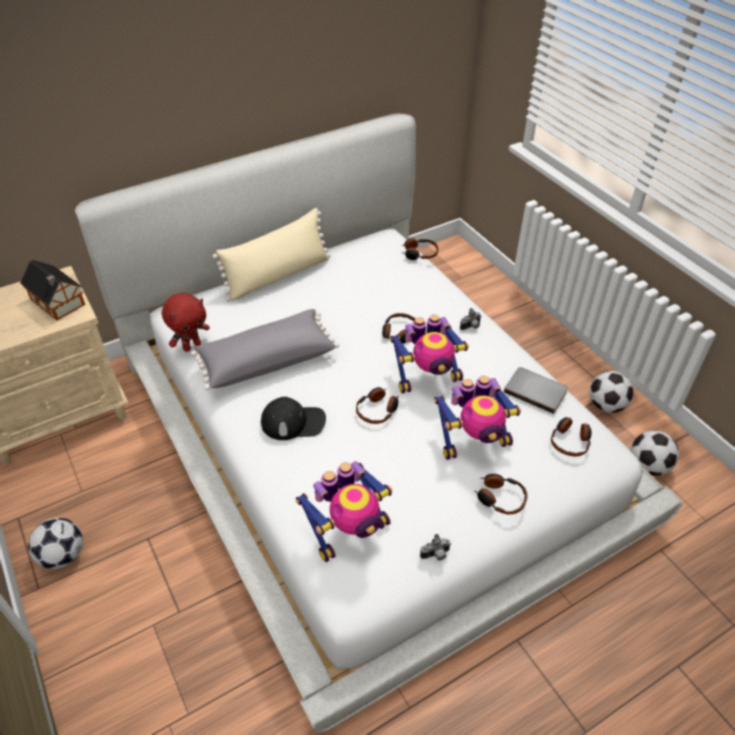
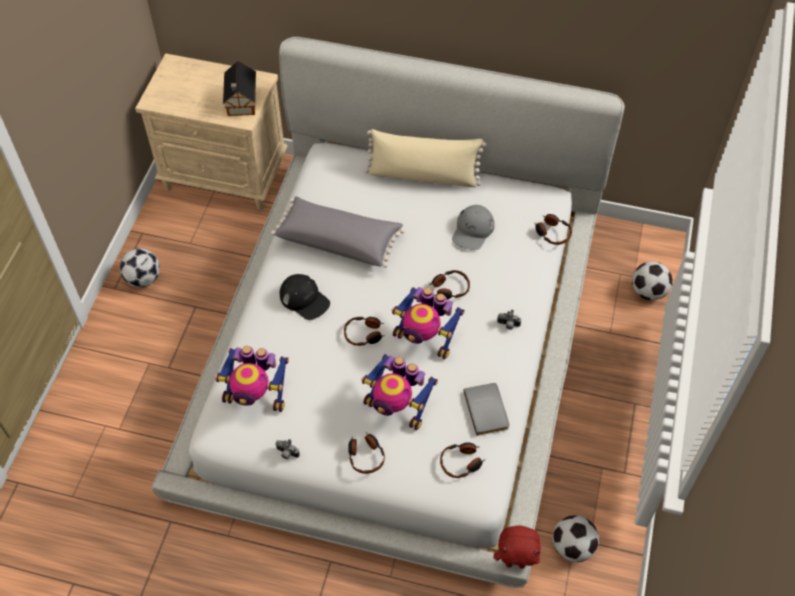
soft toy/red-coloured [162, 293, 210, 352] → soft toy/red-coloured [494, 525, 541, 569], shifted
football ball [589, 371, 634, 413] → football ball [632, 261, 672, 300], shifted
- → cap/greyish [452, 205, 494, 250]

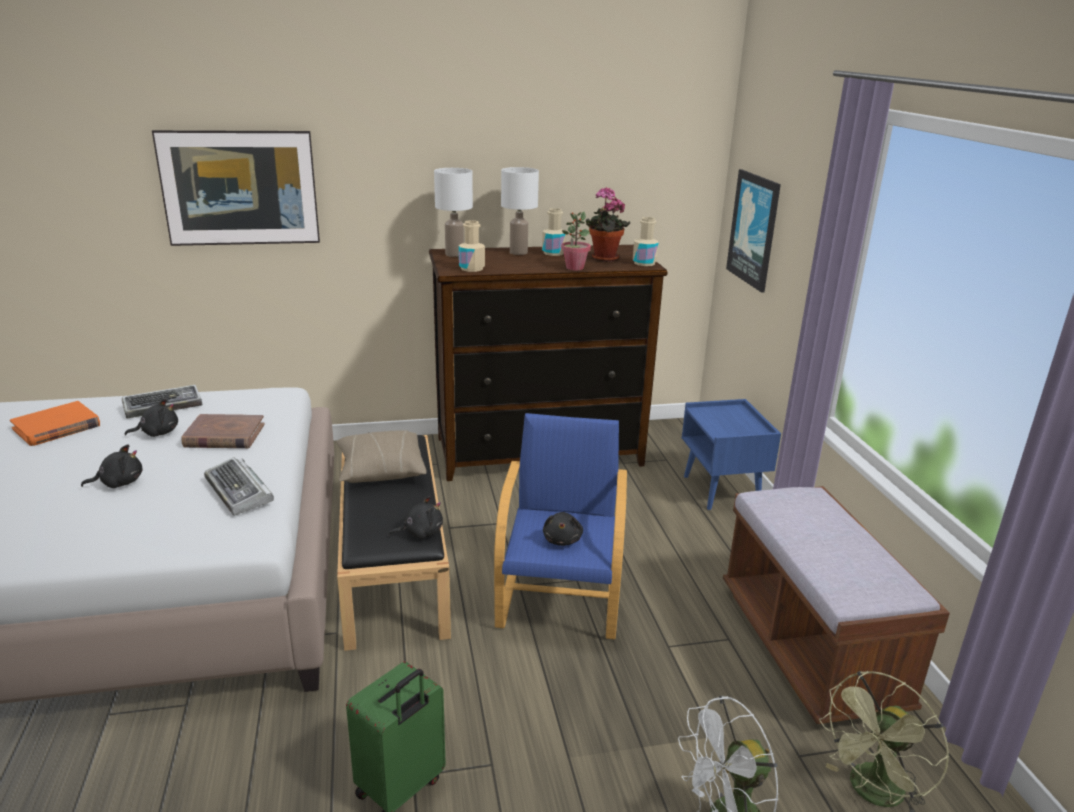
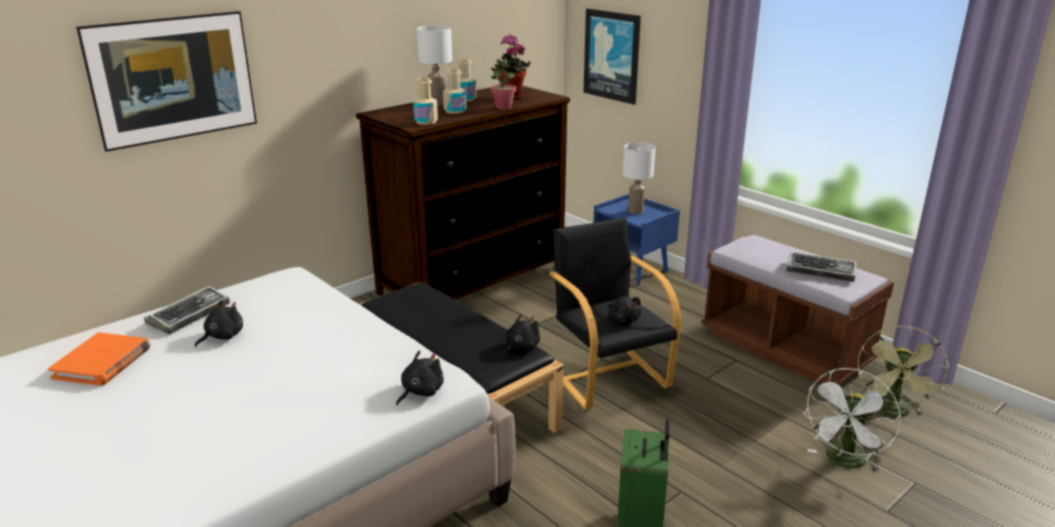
lamp for a table/white [434, 168, 473, 257] → lamp for a table/white [623, 142, 655, 214], shifted
beverage bottle/beige-coloured [633, 217, 659, 266] → beverage bottle/beige-coloured [443, 68, 467, 114], shifted
lounge chair/blue [494, 413, 627, 639] → lounge chair/blackish [549, 217, 681, 410]
bound book/brown-coloured [181, 414, 265, 448] → -
throw pillow/beige-coloured [336, 430, 427, 483] → -
soft toy/blackish [81, 444, 143, 488] → soft toy/blackish [396, 350, 444, 406], shifted
computer keyboard [204, 457, 274, 516] → computer keyboard [787, 252, 857, 282], shifted

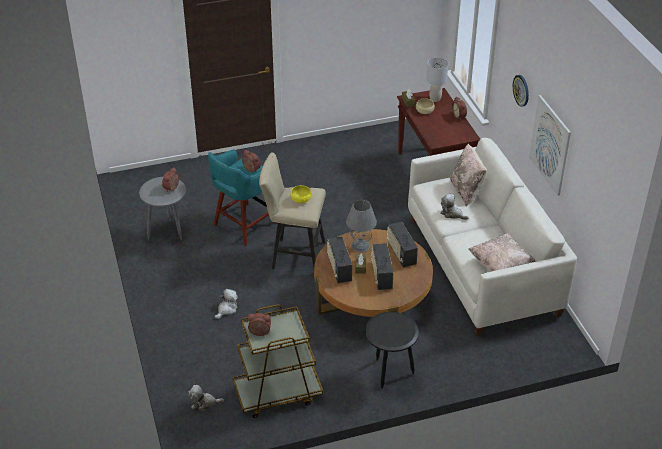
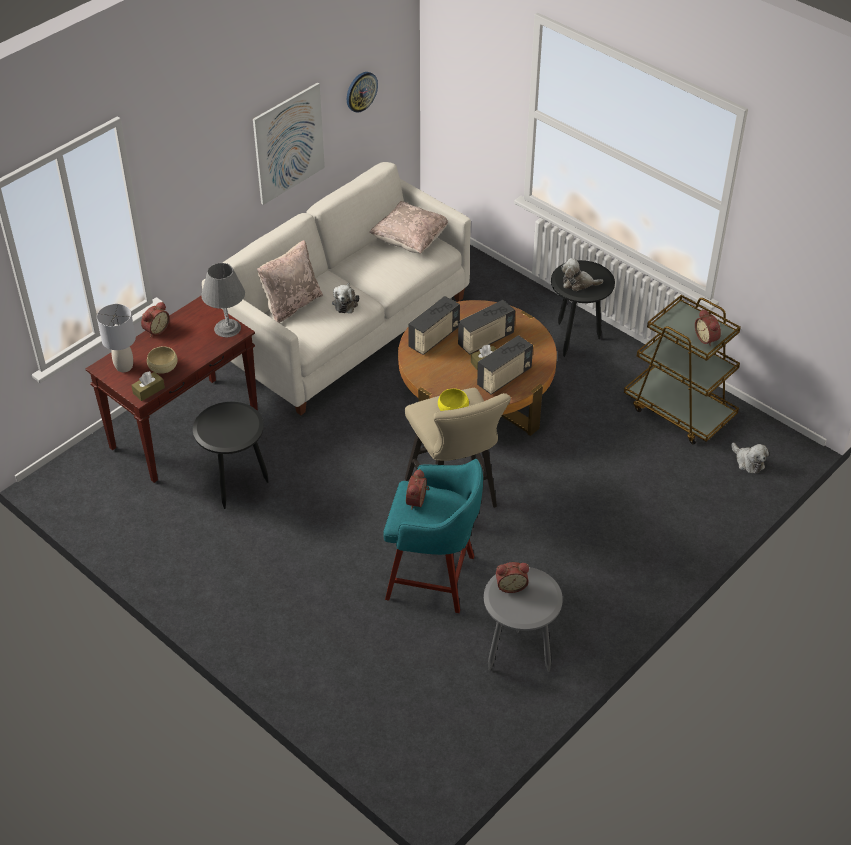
wall clock [513, 75, 529, 107] → wall clock [347, 72, 378, 113], shifted
lamp for a table/greyish [346, 200, 377, 252] → lamp for a table/greyish [201, 263, 245, 337], shifted
soft toy [215, 289, 238, 319] → soft toy [561, 258, 603, 291], shifted
- → end table/blackish [193, 402, 269, 509]

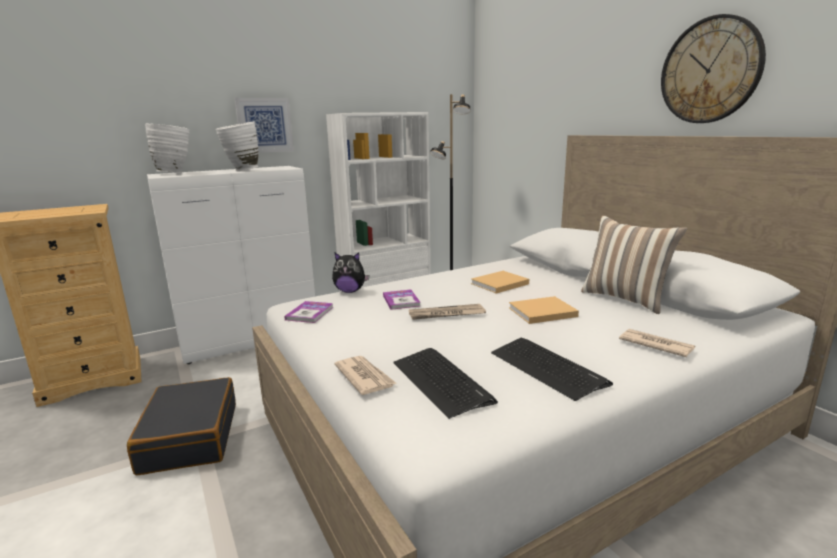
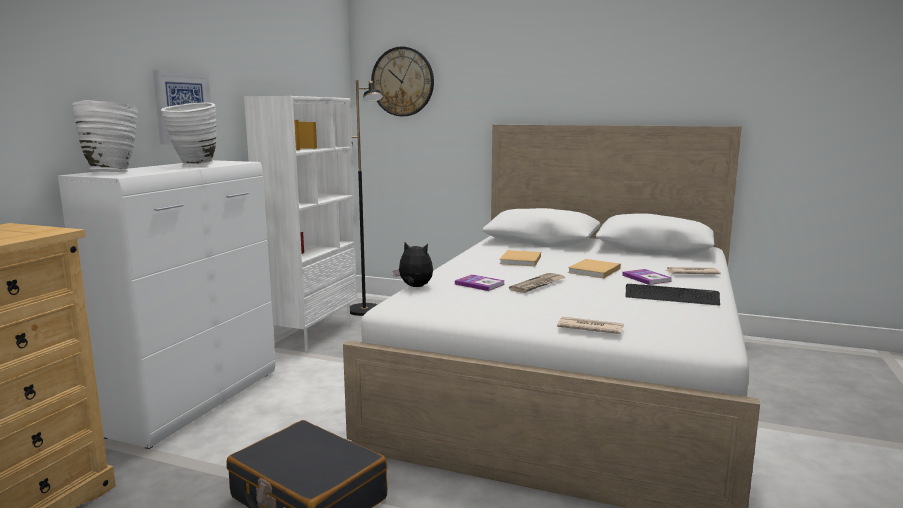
wall clock [661, 14, 766, 123] → wall clock [371, 47, 434, 116], shifted
throw pillow [581, 216, 687, 314] → -
soft toy [332, 252, 369, 293] → soft toy [393, 242, 433, 287], 120 degrees counterclockwise
bound book [284, 301, 333, 323] → bound book [622, 269, 672, 285], shifted
computer keyboard [394, 348, 498, 419] → -

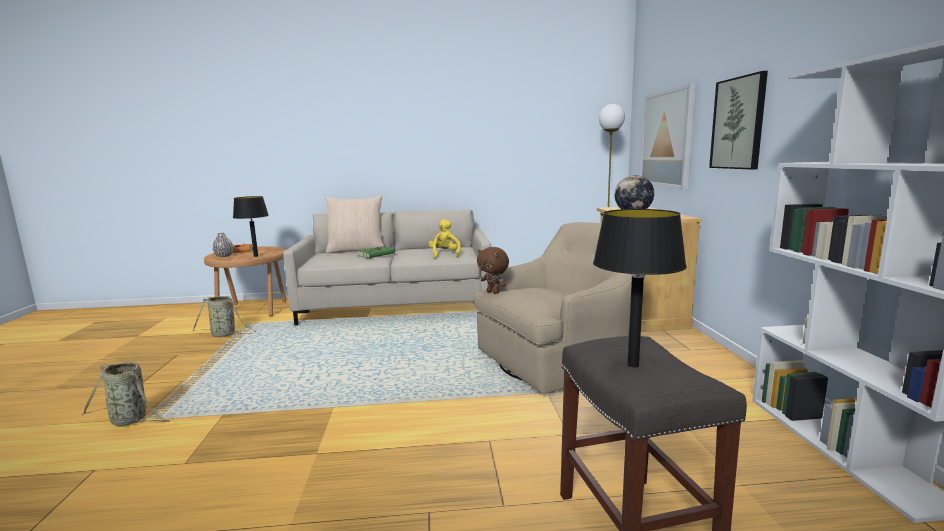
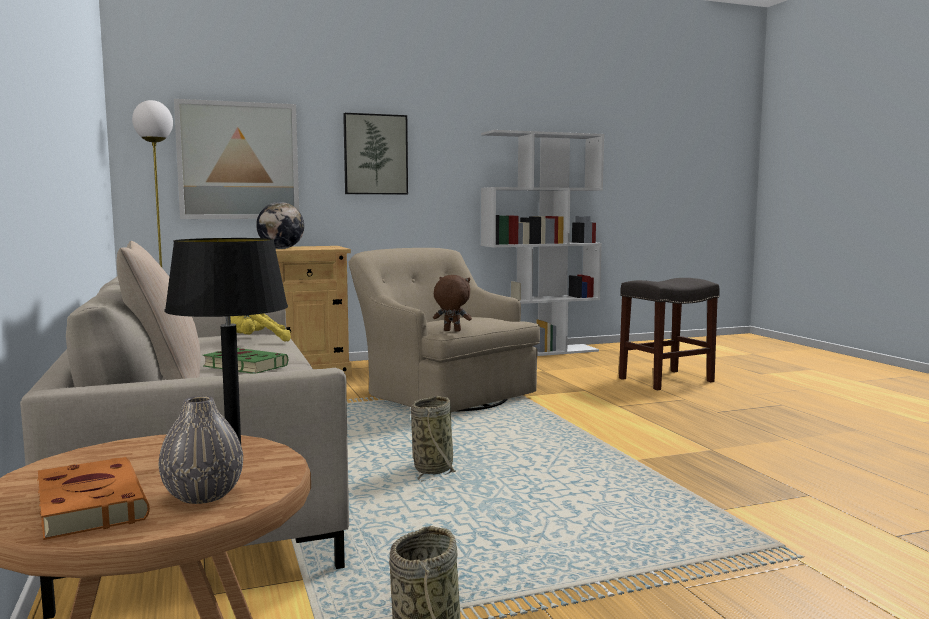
lamp for a table/blackish [593, 209, 687, 368] → -
soft toy/brown-coloured [477, 247, 509, 294] → soft toy/brown-coloured [433, 275, 472, 332], 105 degrees counterclockwise
household basket [81, 362, 169, 426] → household basket [411, 396, 455, 482], shifted

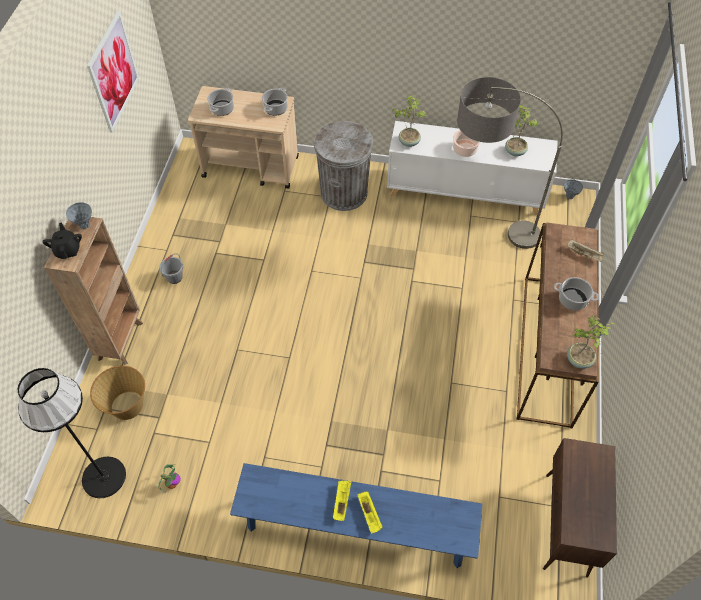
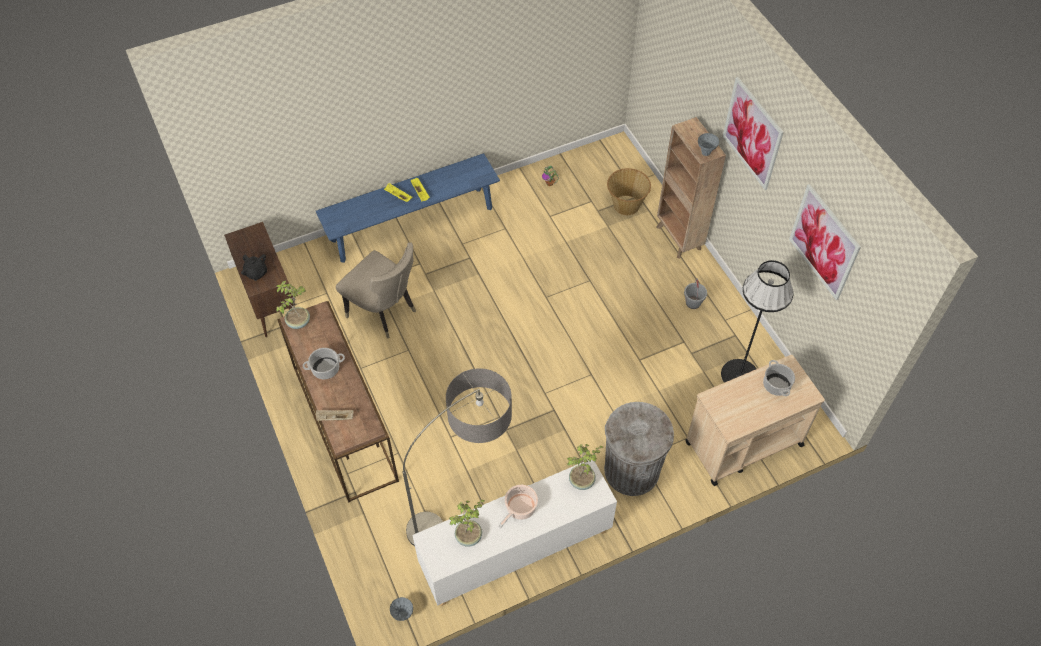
stockpot [262, 88, 288, 115] → -
pot for tea/blackish [42, 223, 82, 259] → pot for tea/blackish [241, 254, 267, 281], shifted
standard lamp/blackish [18, 368, 126, 498] → standard lamp/blackish [721, 260, 794, 383], shifted
- → wall art [723, 77, 784, 190]
- → plain chair/beige-coloured [336, 242, 416, 339]

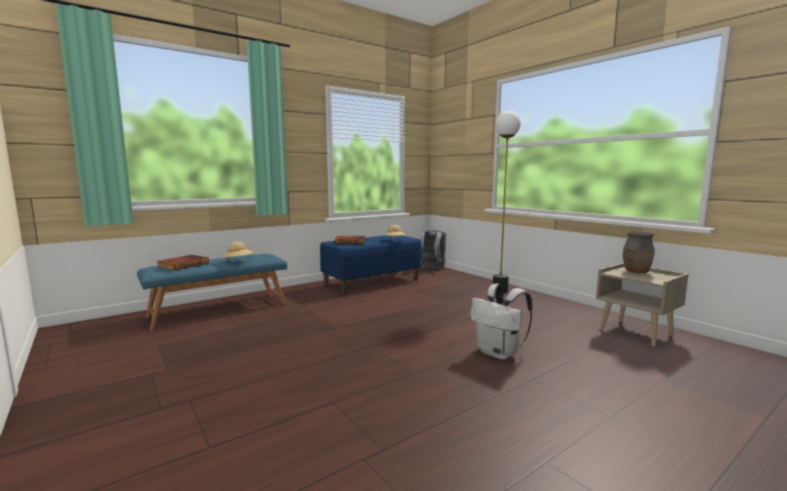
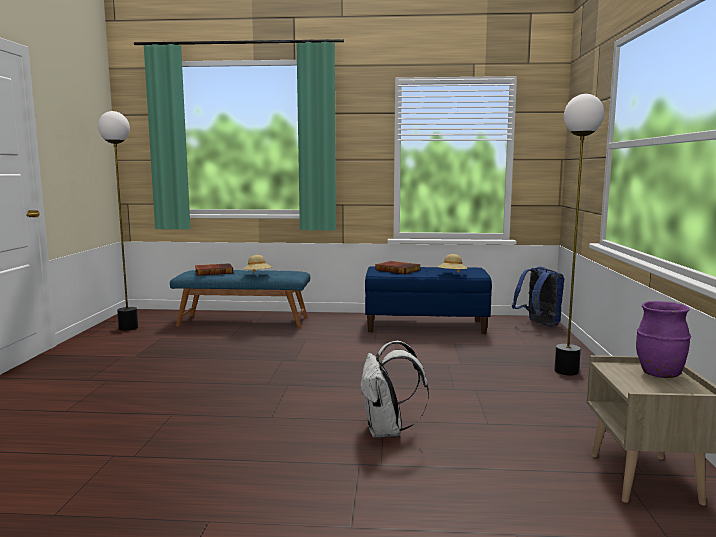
backpack/greyish [420, 229, 446, 269] → backpack/blue [512, 267, 564, 327]
flower vase/brown-coloured [623, 231, 655, 273] → flower vase/purple-coloured [636, 301, 691, 378]
- → standard lamp [98, 111, 138, 331]

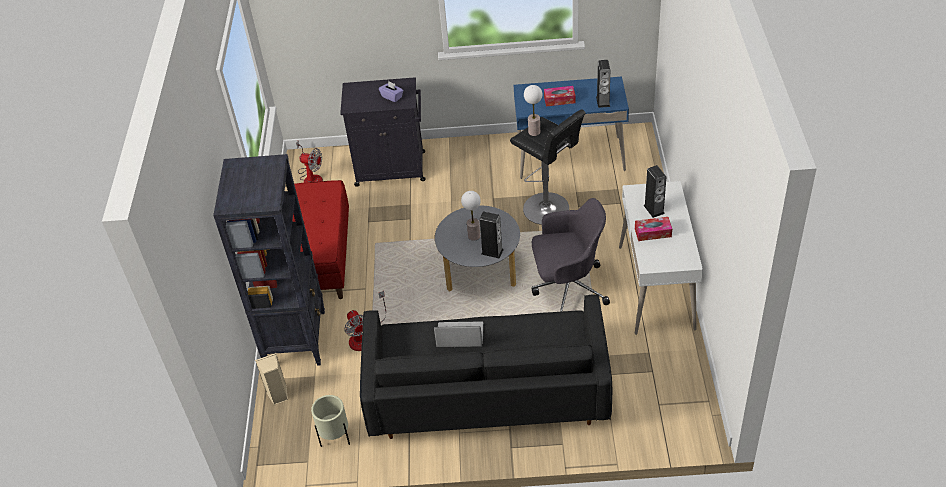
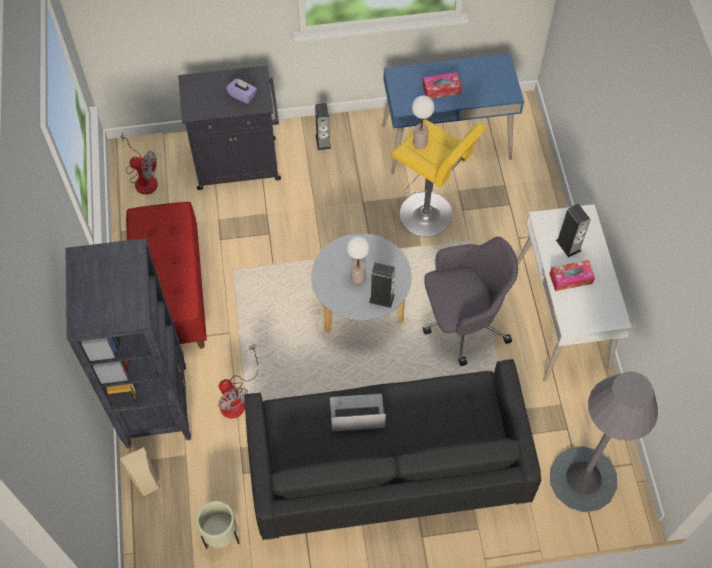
speaker [596, 60, 610, 108] → speaker [315, 103, 331, 150], shifted
sitting stool/blackish [510, 109, 586, 225] → sitting stool/yellowish [392, 120, 486, 237]
- → standard lamp/greyish [550, 371, 658, 512]

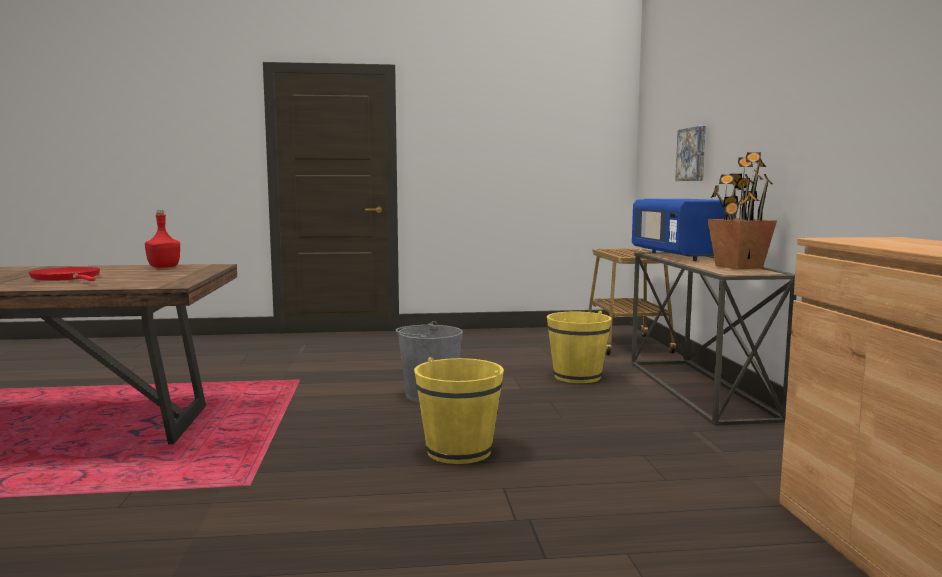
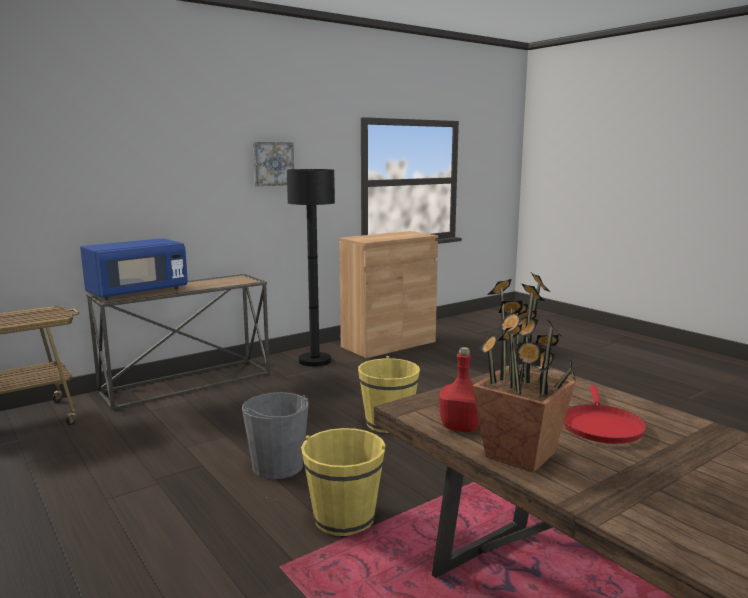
wall art [675, 126, 706, 181] → wall art [253, 142, 294, 186], shifted
plant in a pot [707, 152, 777, 269] → plant in a pot [472, 273, 576, 473], shifted
pail/yellowish [547, 311, 612, 383] → pail/yellowish [301, 428, 386, 536], shifted
- → standard lamp/blackish [287, 169, 335, 367]

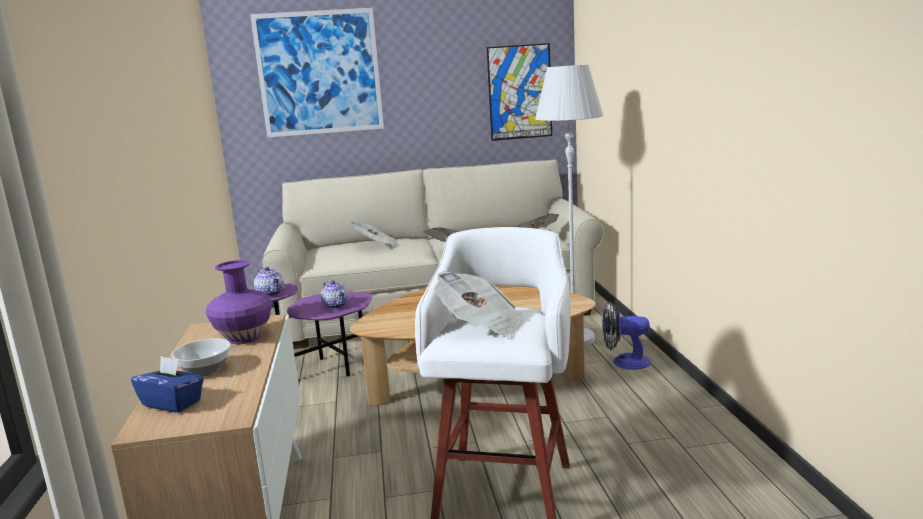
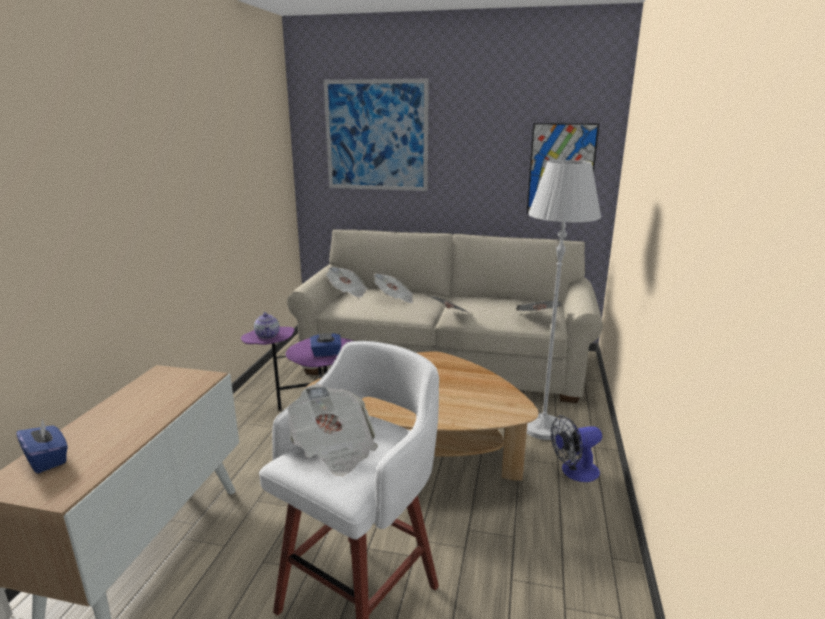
flower vase/purple-coloured [206, 260, 272, 344] → -
pot for tea [321, 280, 349, 309] → box of tissues/blue [310, 333, 341, 357]
electric fan [602, 302, 651, 370] → electric fan [551, 415, 602, 482], 45 degrees counterclockwise
serving bowl [172, 338, 231, 377] → -
- → newspaper [326, 267, 368, 298]

